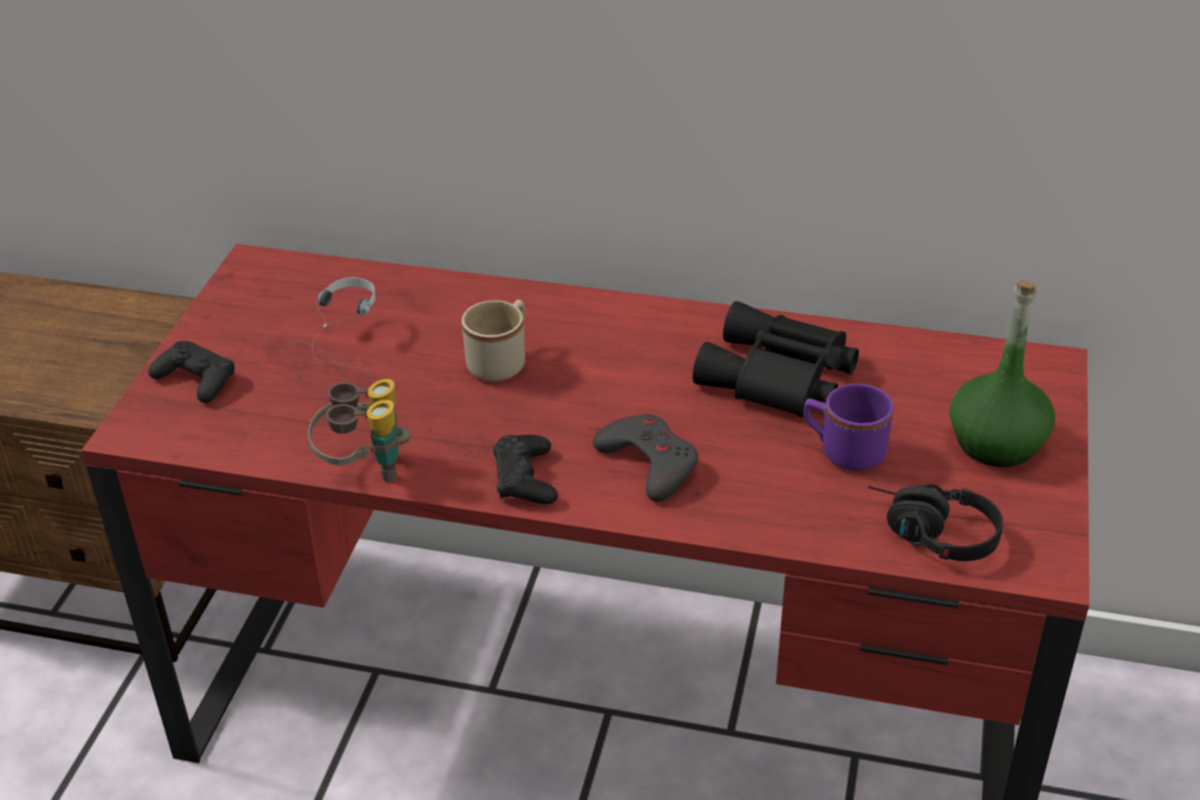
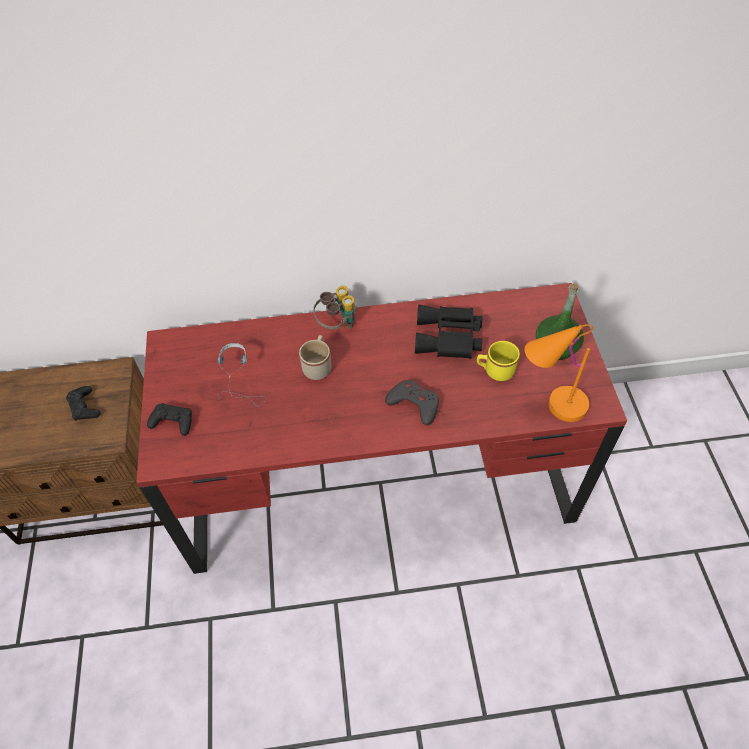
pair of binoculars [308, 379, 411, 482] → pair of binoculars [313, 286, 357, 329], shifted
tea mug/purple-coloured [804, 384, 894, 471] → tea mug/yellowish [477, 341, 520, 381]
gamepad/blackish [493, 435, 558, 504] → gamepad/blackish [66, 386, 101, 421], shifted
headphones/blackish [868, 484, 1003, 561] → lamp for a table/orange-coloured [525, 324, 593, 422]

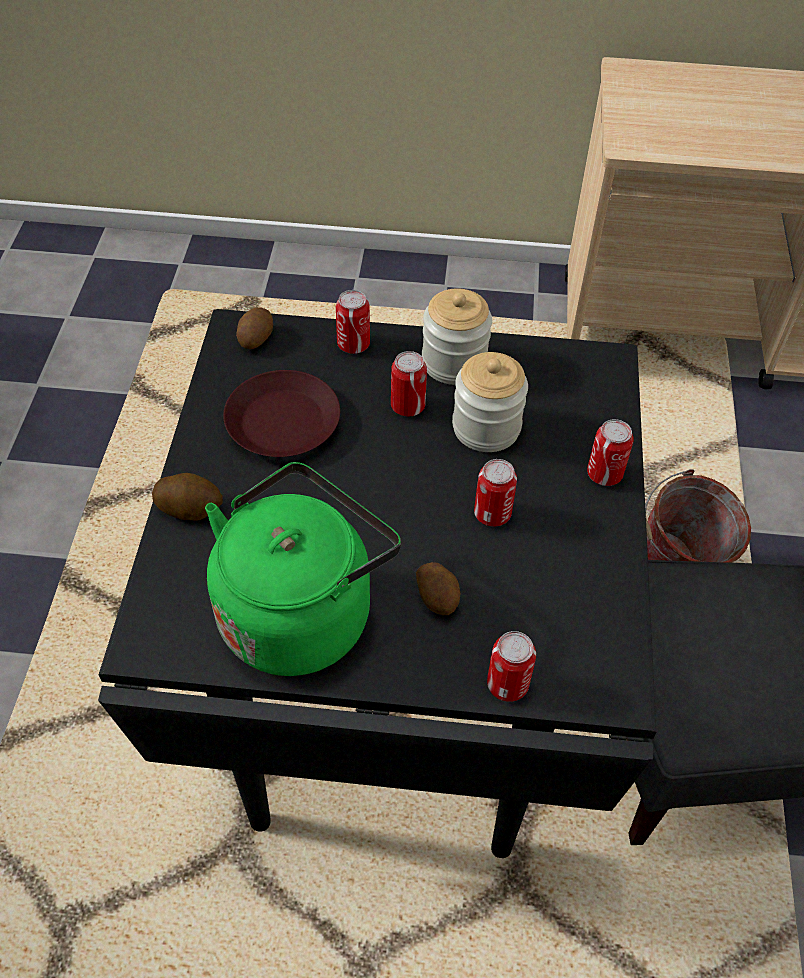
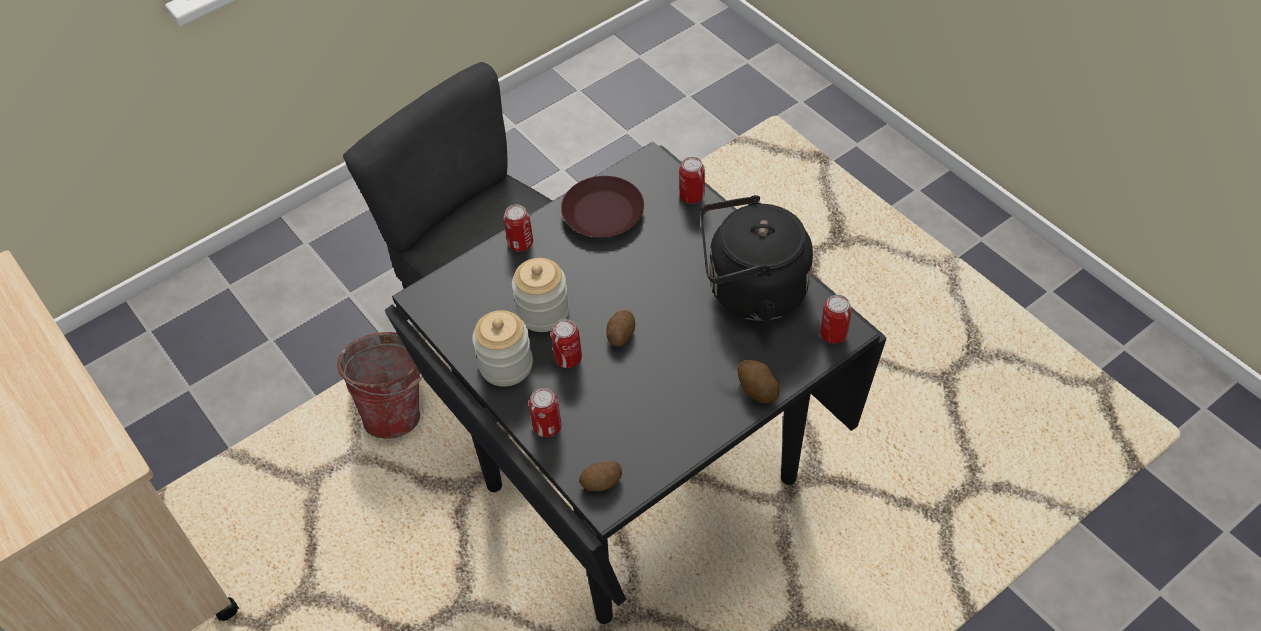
dinner plate/brown-coloured [223, 370, 340, 457] → dinner plate/brown-coloured [561, 176, 644, 237], shifted
can [474, 459, 517, 527] → can [820, 295, 852, 344], shifted
water kettle/green-coloured [205, 462, 401, 676] → water kettle/blackish [700, 195, 813, 321]
potato [416, 562, 460, 615] → potato [607, 310, 635, 347], shifted

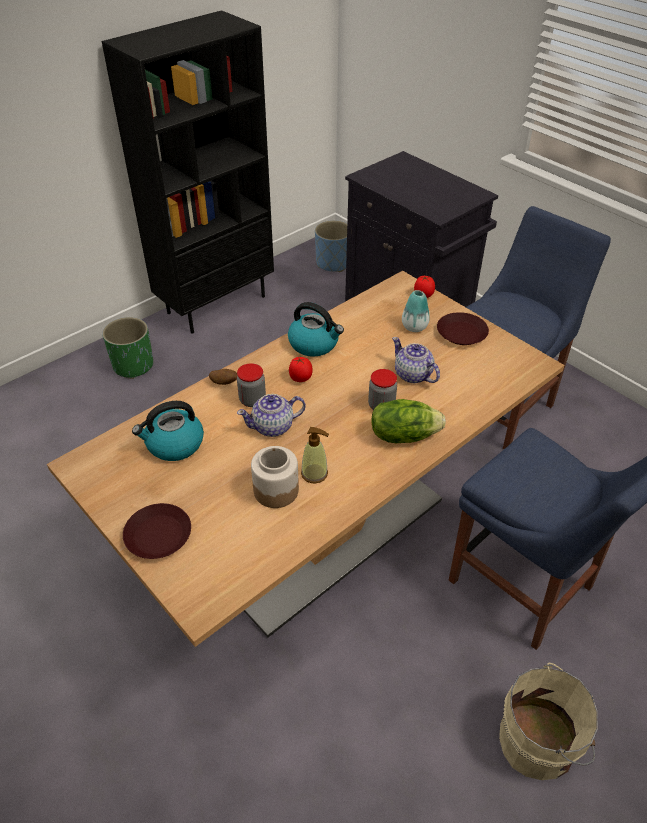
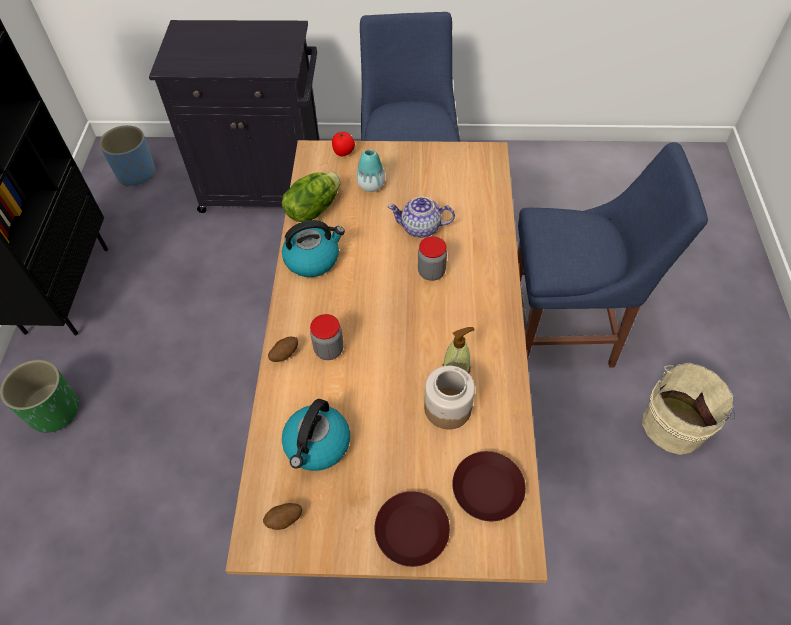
dinner plate/brown-coloured [437, 312, 489, 345] → dinner plate/brown-coloured [452, 451, 526, 521], shifted
fresh tomato [289, 357, 312, 382] → -
pot for tea [237, 394, 306, 437] → -
lettuce [371, 399, 446, 443] → lettuce [282, 172, 341, 222], shifted
- → potato [263, 503, 302, 530]

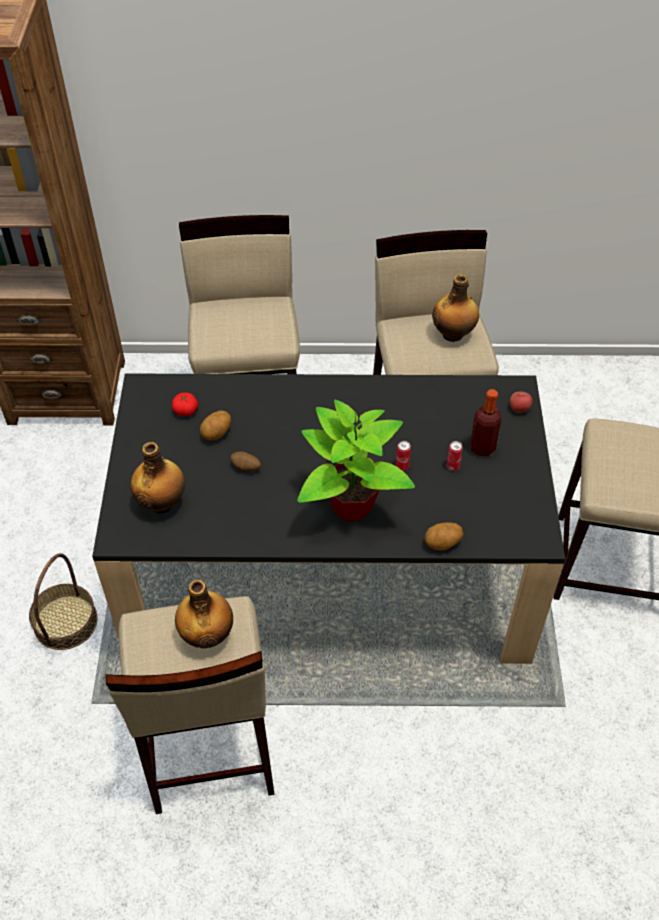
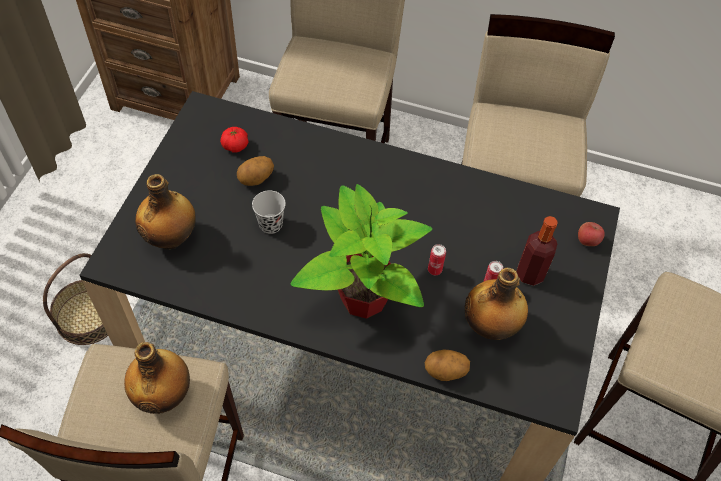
beverage bottle [432, 274, 479, 342] → beverage bottle [465, 268, 528, 340], shifted
potato [231, 451, 261, 472] → small cup/blackish [252, 190, 286, 234]

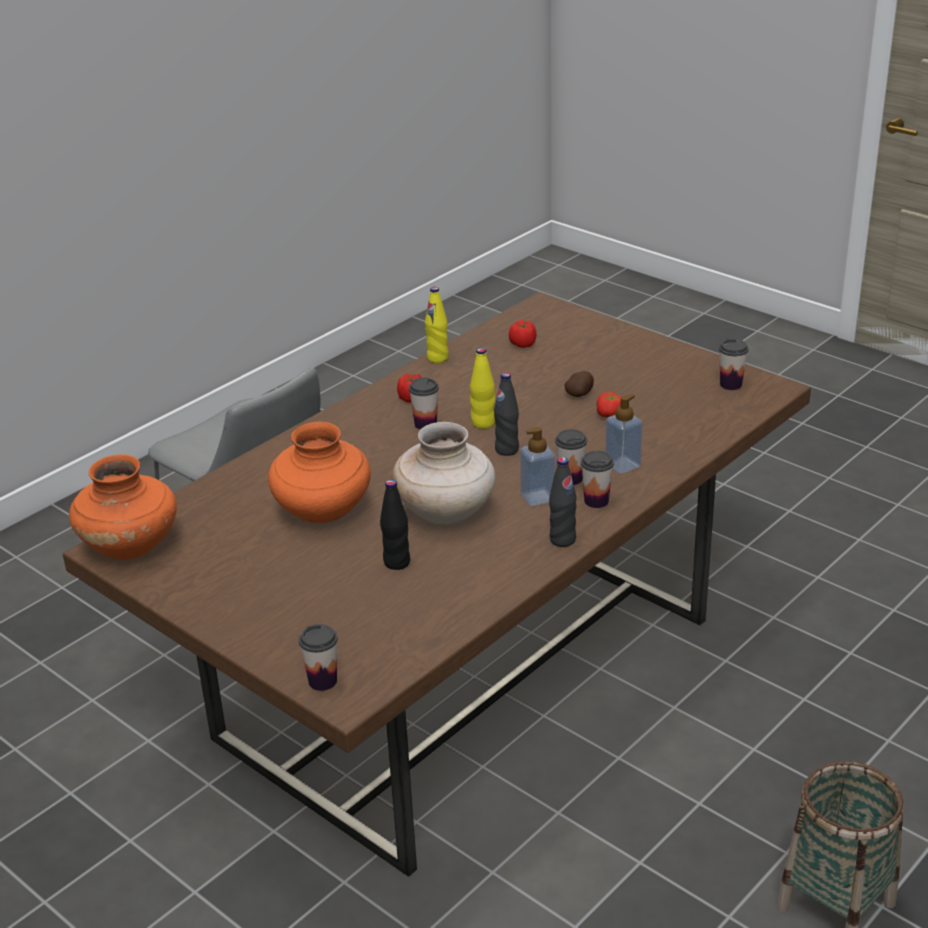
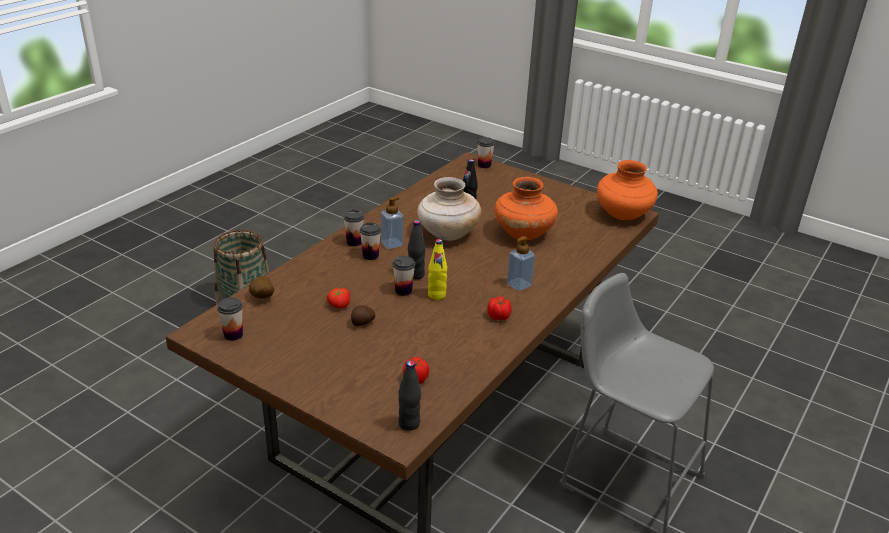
beverage bottle/yellowish [425, 287, 449, 363] → -
small cup [409, 378, 439, 430] → small cup [393, 256, 415, 296], shifted
soap bottle [605, 394, 642, 474] → soap bottle [507, 236, 535, 291], shifted
beverage bottle/blackish [549, 457, 577, 547] → beverage bottle/blackish [398, 360, 421, 431], shifted
- → potato [249, 276, 274, 299]

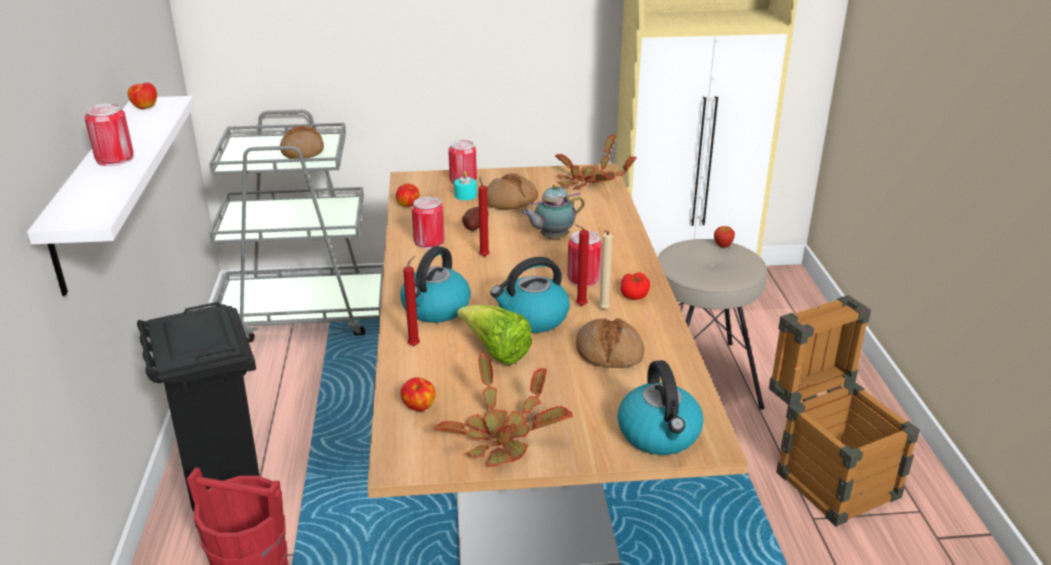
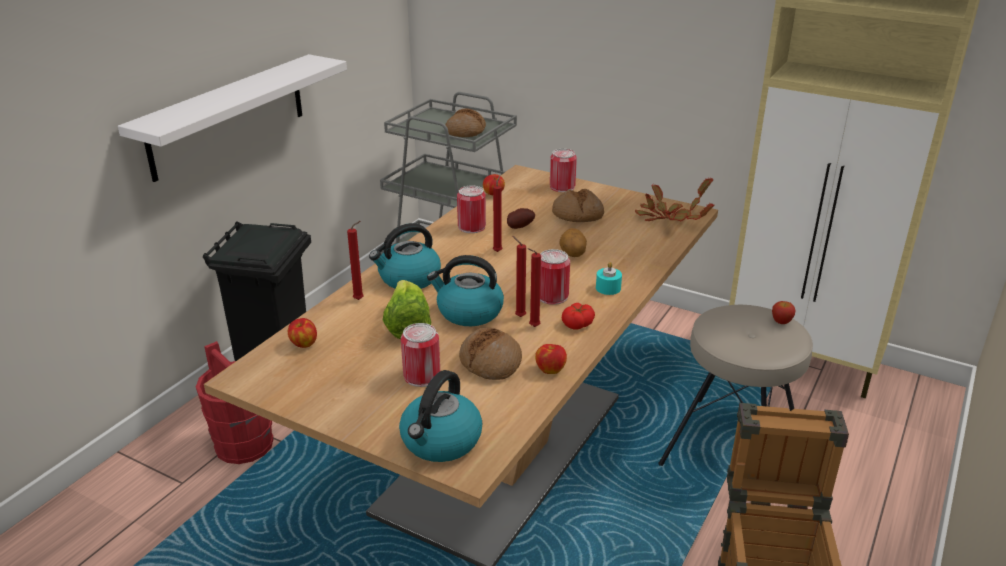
apple fruit [128, 82, 157, 109] → apple fruit [535, 344, 567, 374], shifted
can [85, 104, 134, 166] → can [401, 323, 440, 387], shifted
candle/blue-green [454, 171, 477, 200] → candle/blue-green [596, 262, 622, 295], shifted
pot for tea [522, 184, 585, 239] → potato [560, 228, 587, 257]
candle/beige-coloured [599, 230, 613, 309] → candle/red-coloured [528, 248, 541, 327]
plant in a pot [435, 352, 573, 467] → -

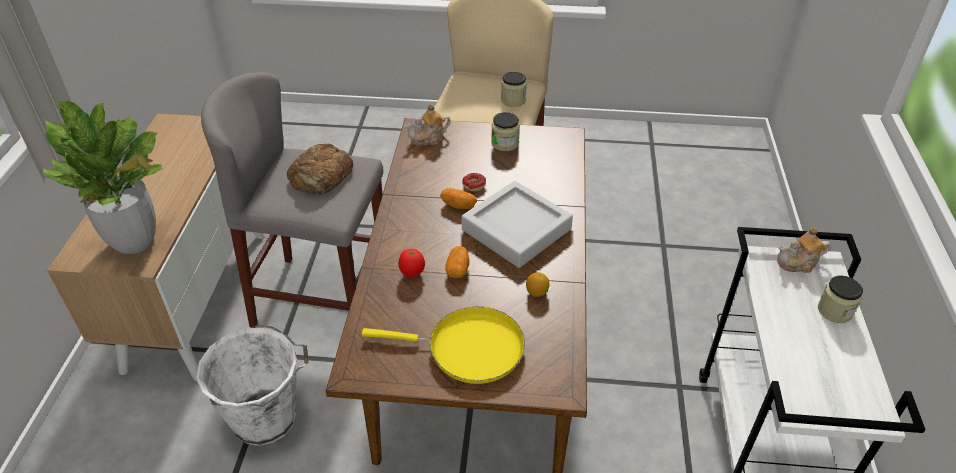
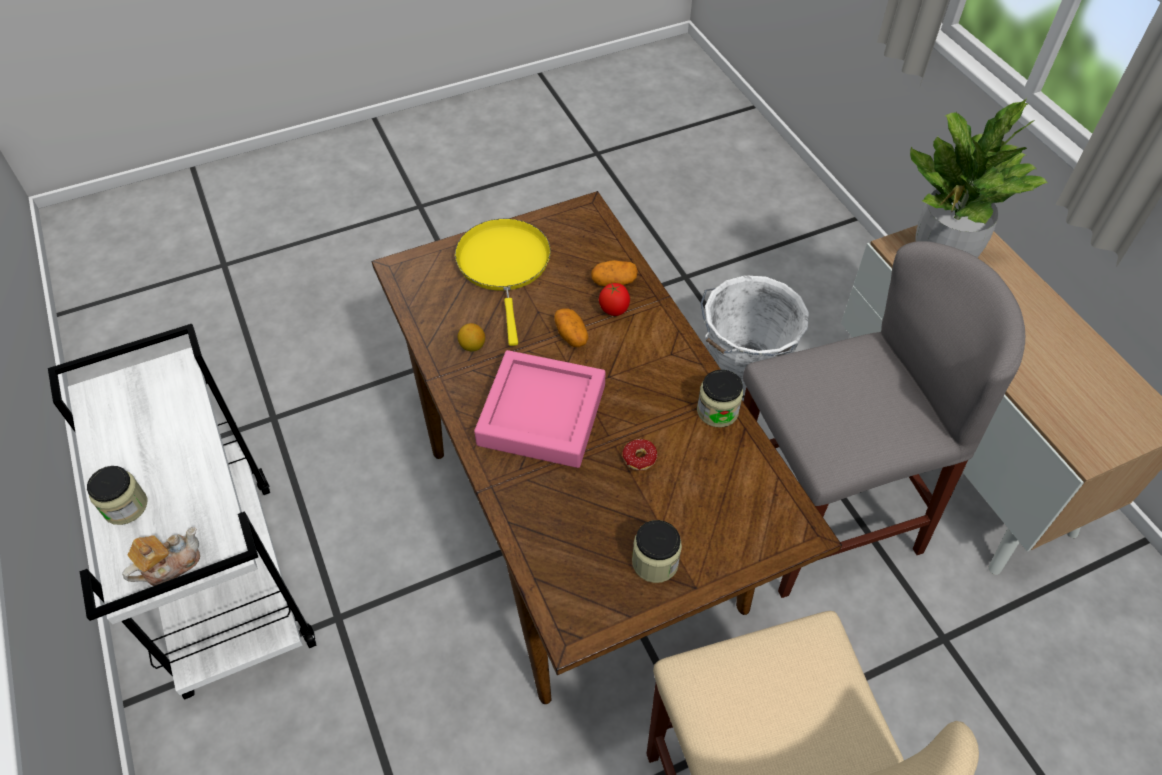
jar [501, 72, 527, 107] → jar [697, 370, 743, 427], shifted
pot for tea [405, 104, 451, 146] → -
baked bread [287, 144, 353, 195] → -
carrying tray/greyish [461, 181, 573, 268] → carrying tray/pink [474, 350, 606, 468]
potato [440, 188, 477, 209] → potato [591, 260, 638, 286], shifted
pan/yellowish [362, 307, 525, 384] → pan/yellowish [455, 219, 551, 346], 105 degrees clockwise

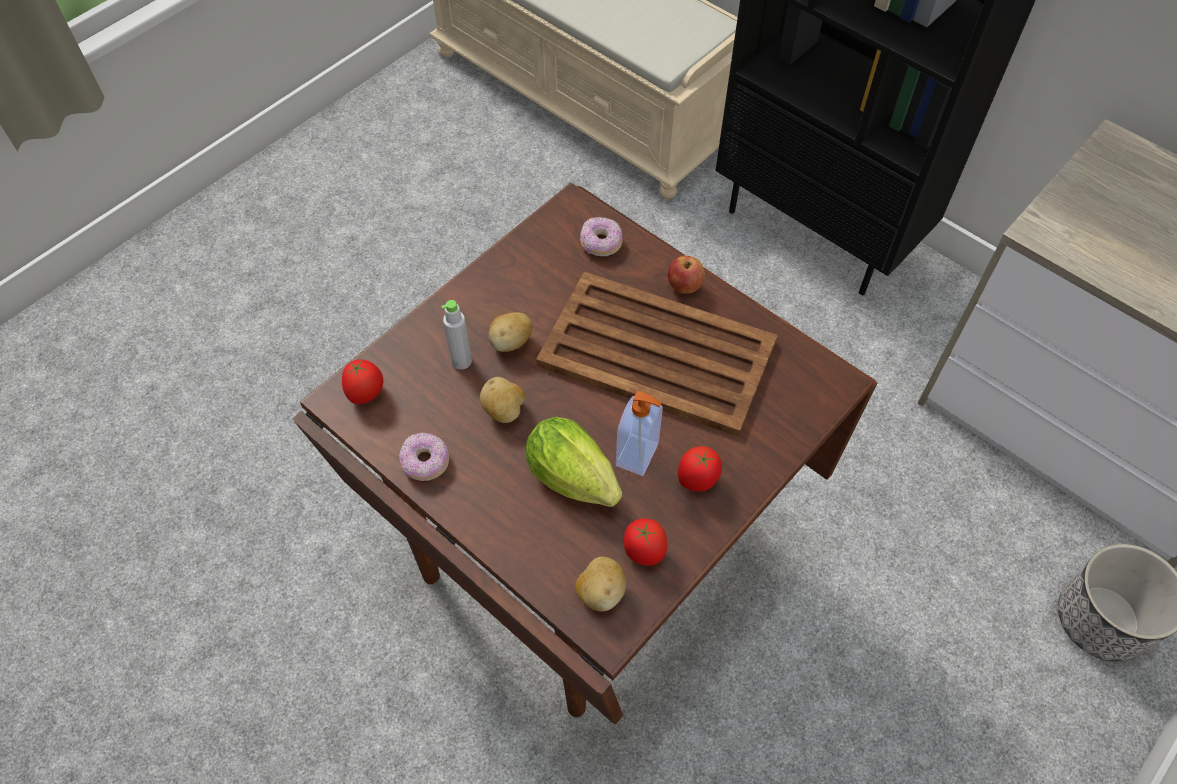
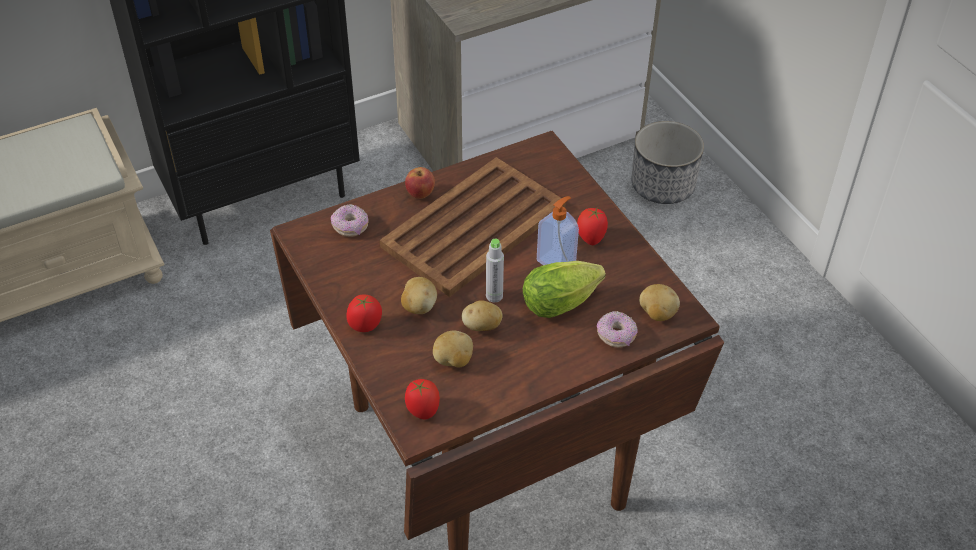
beverage bottle/greyish [442, 300, 472, 369] → beverage bottle/greyish [486, 239, 504, 302], shifted
donut [399, 433, 449, 481] → donut [597, 311, 638, 348], shifted
fresh tomato [624, 518, 667, 566] → fresh tomato [347, 295, 382, 332], shifted
- → potato [433, 331, 473, 368]

